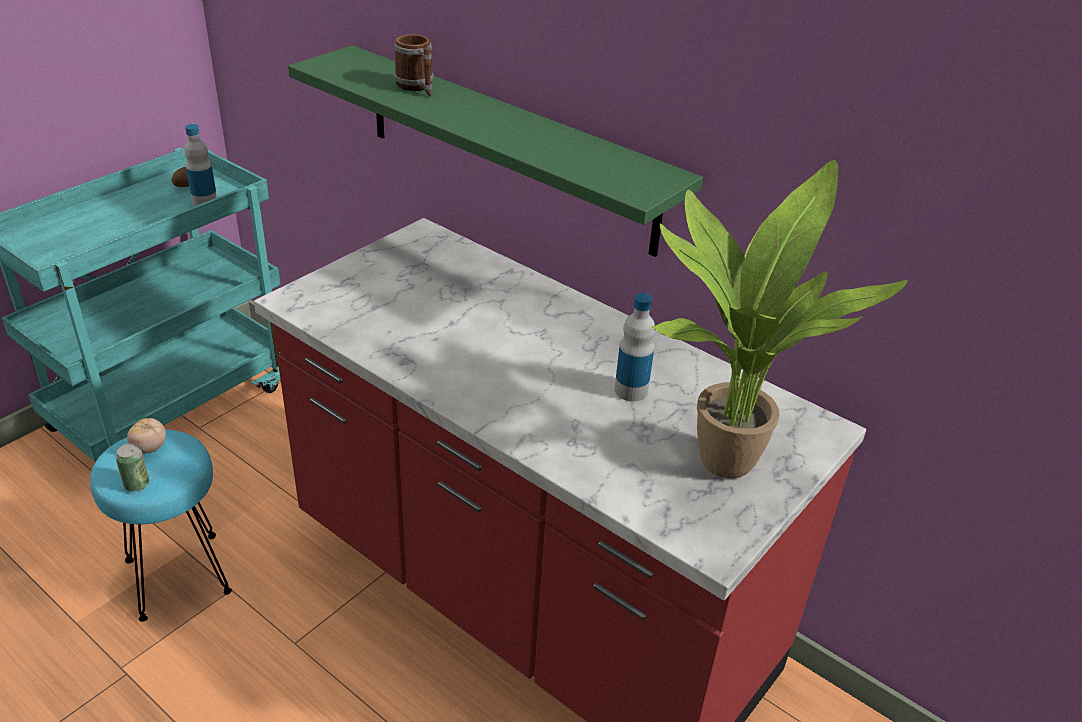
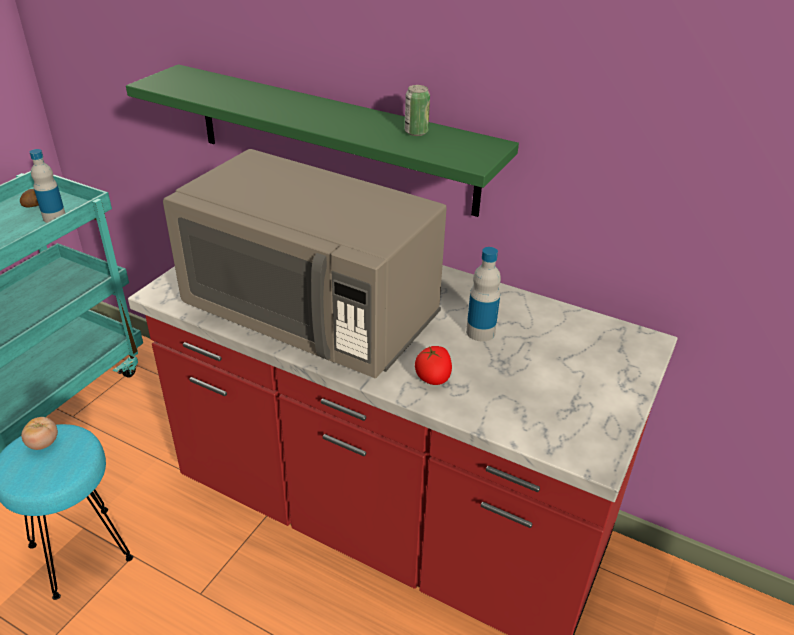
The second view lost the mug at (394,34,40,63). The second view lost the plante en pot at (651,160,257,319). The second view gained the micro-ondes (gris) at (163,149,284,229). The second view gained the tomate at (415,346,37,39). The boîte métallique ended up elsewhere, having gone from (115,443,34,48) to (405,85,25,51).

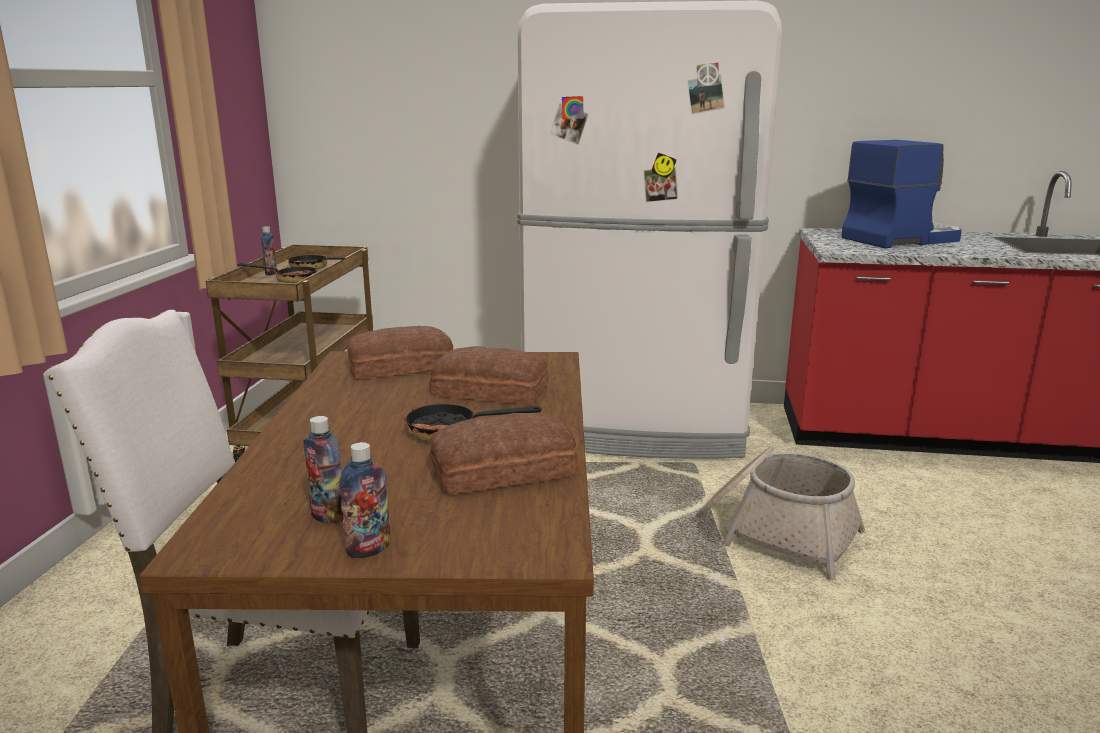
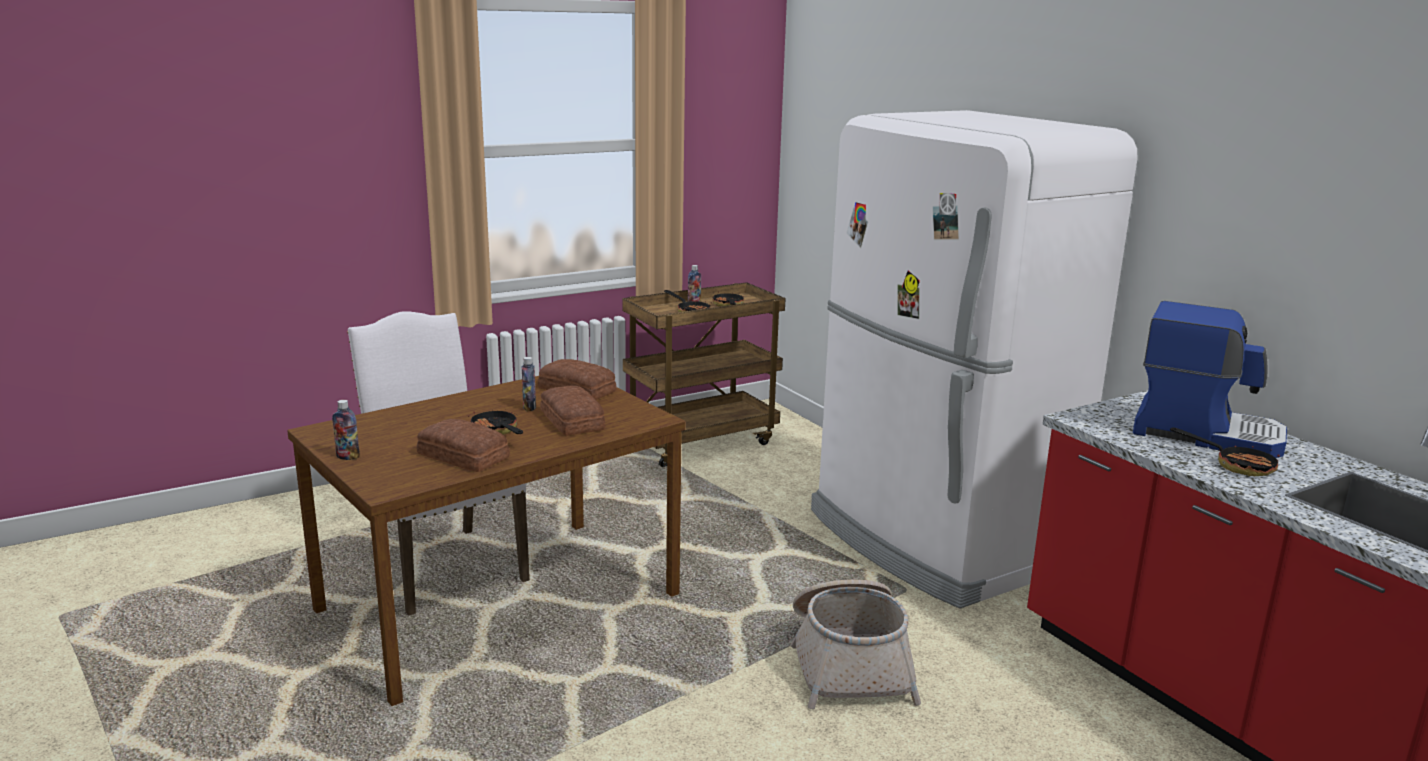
The second view gained the poêle at (1170,428,110,48). The bouteille ended up elsewhere, having gone from (303,416,40,108) to (522,357,14,54).

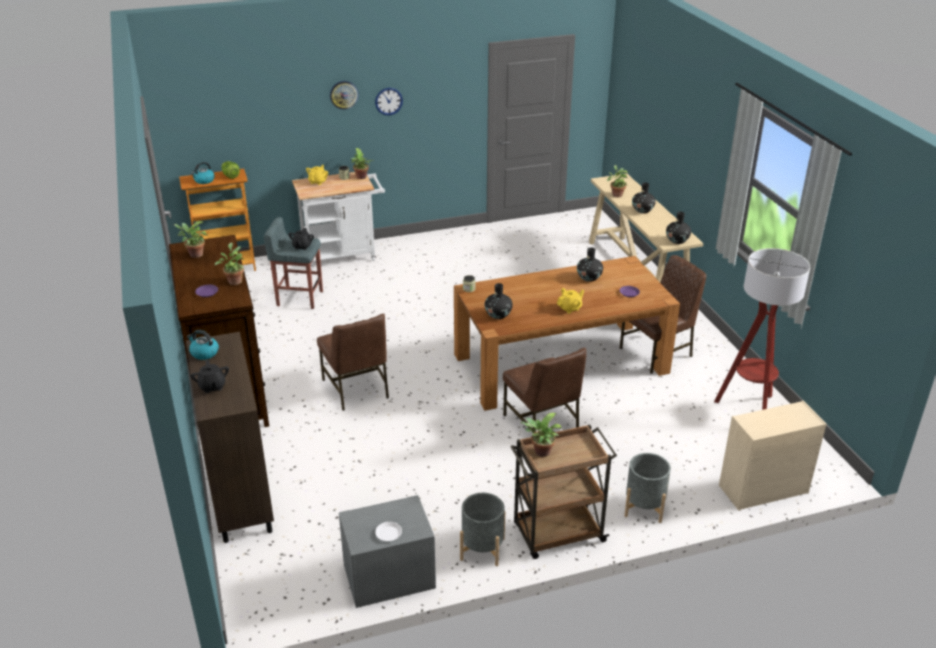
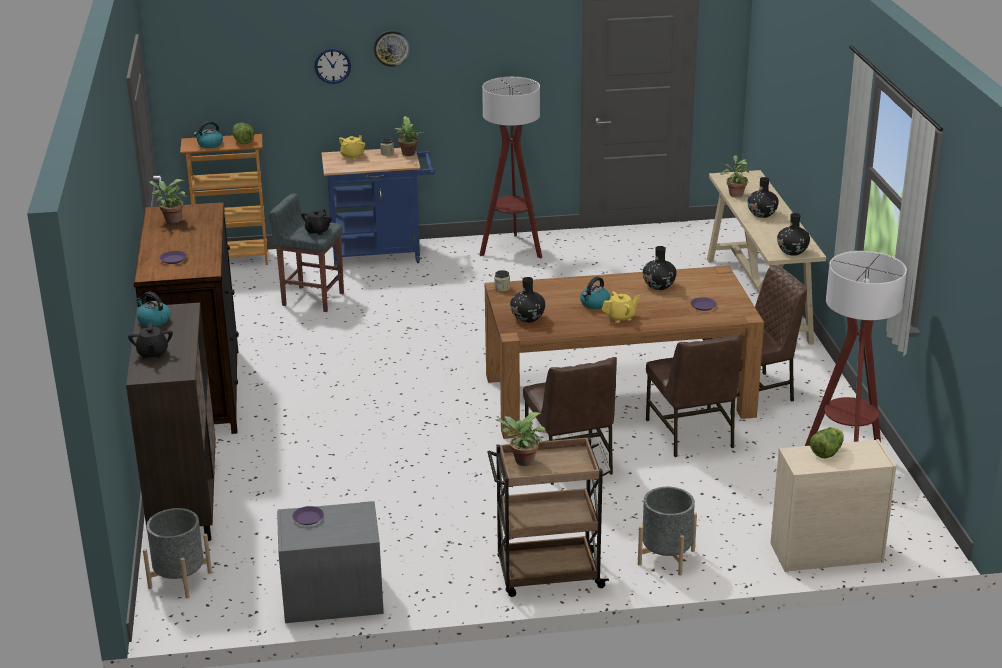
The second view lost the plante en pot at (214,243,30,42). The second view lost the assiette (blanc) at (375,522,27,19). The second view gained the assiette (violet) at (292,506,32,19). The second view gained the lampadaire at (480,77,62,181). The second view gained the bouilloire at (580,277,30,32). The second view gained the laitue at (810,428,34,31). The chaise (marron) ended up elsewhere, having gone from (317,314,72,97) to (646,333,97,124). The horloge murale ended up elsewhere, having gone from (375,88,28,27) to (314,48,37,36). The cache-pot (gris) ended up elsewhere, having gone from (460,493,45,73) to (143,508,69,90). What was the chariot (blanc) at (292,172,93,99) turned into the chariot (bleu) at (322,148,113,119).

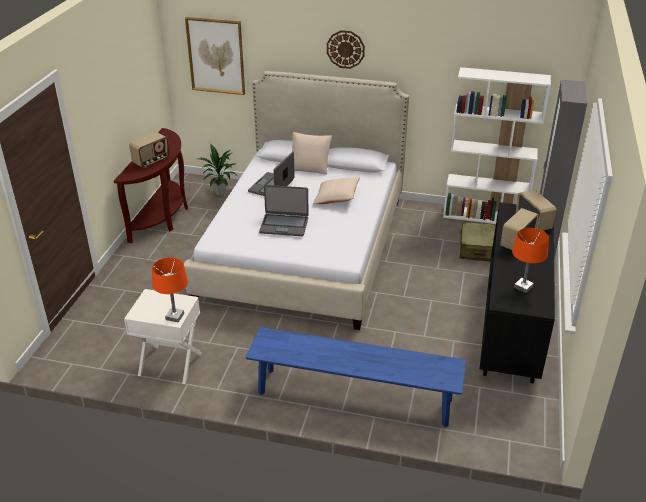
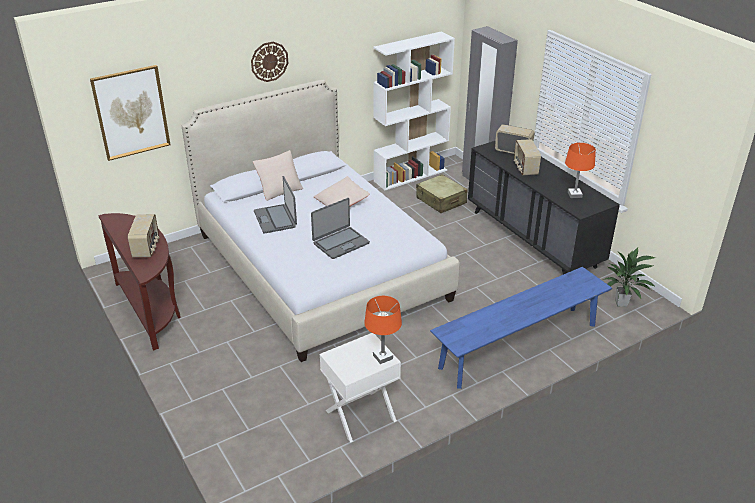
The plante en pot ended up elsewhere, having gone from (197,143,41,53) to (605,248,51,59).

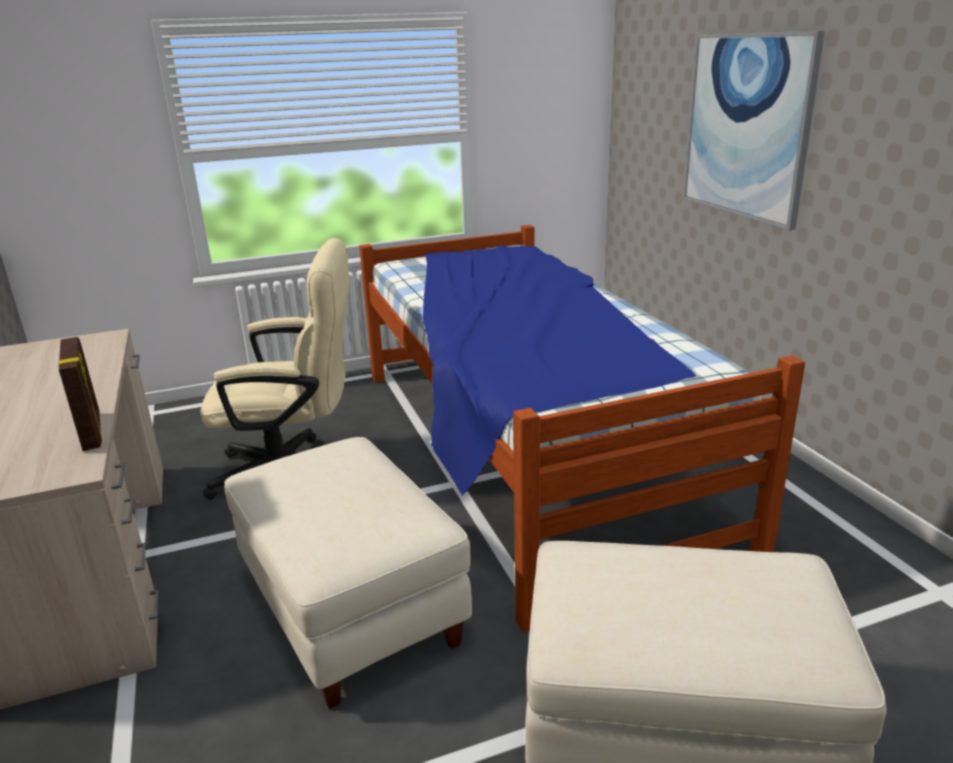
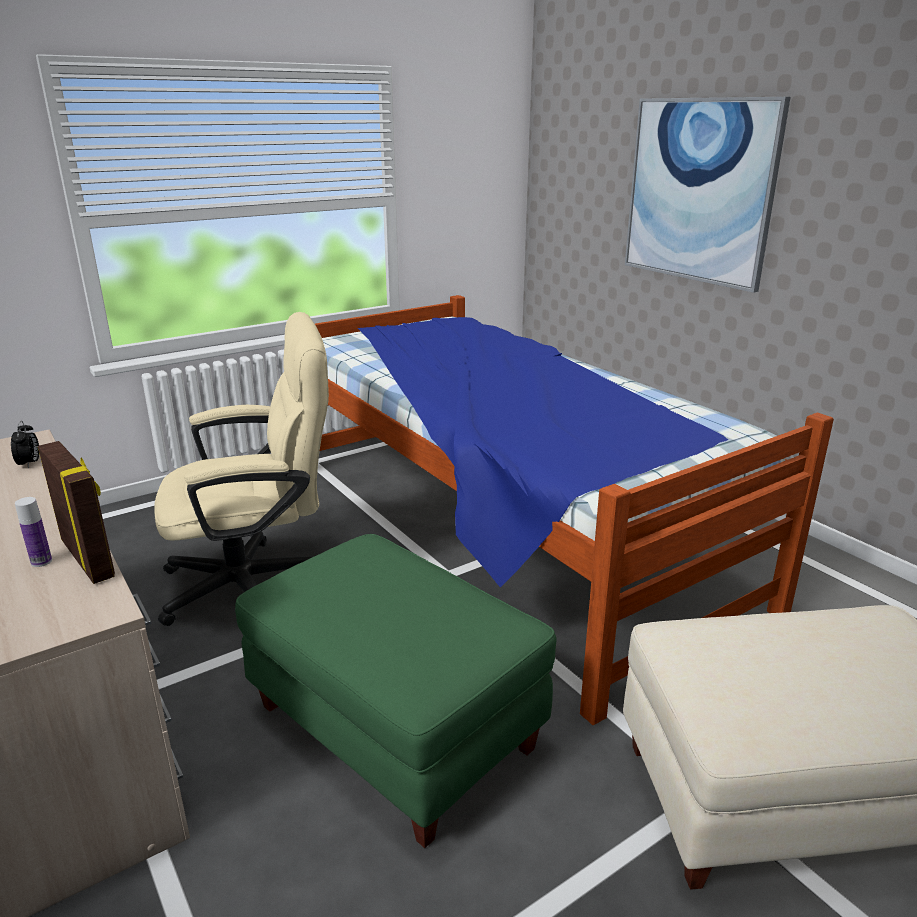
The second view gained the réveil at (11,421,28,48). The second view gained the bouteille at (15,497,37,70). What was the pouf (beige) at (224,437,248,272) turned into the pouf (vert) at (235,534,321,314).

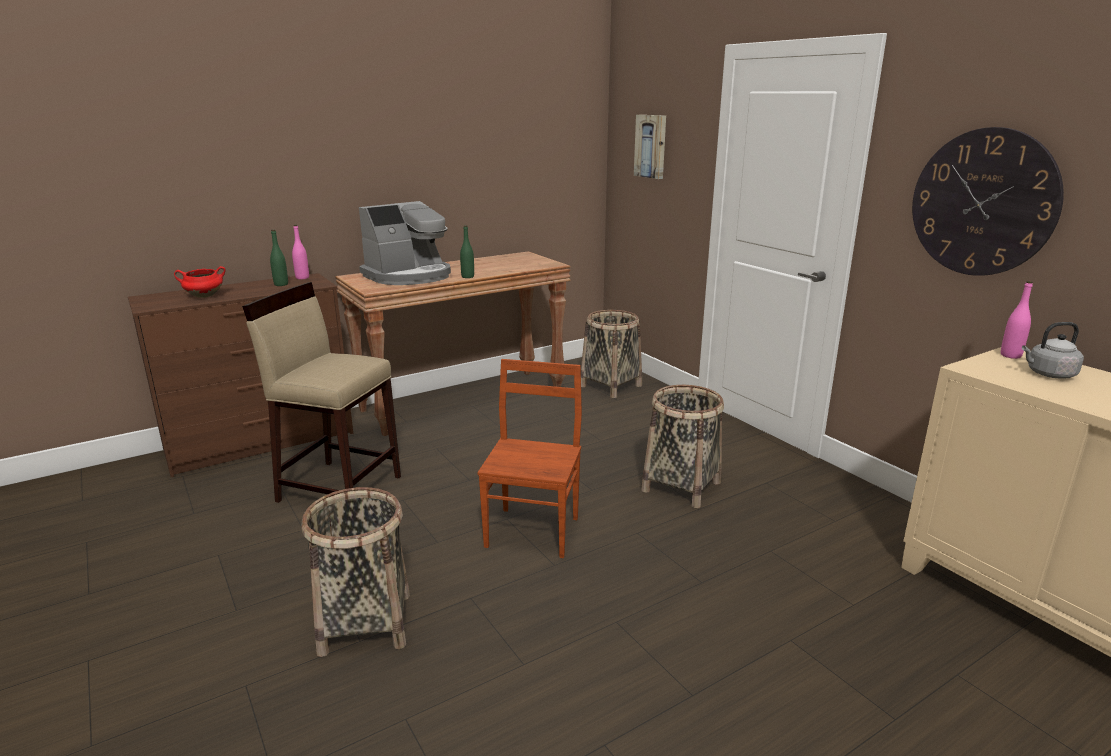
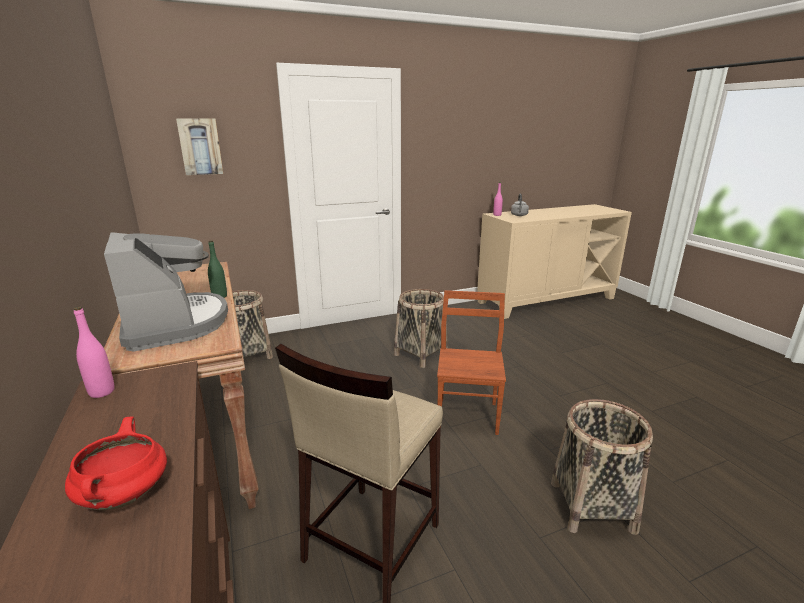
The second view lost the bouteille (vert) at (270,230,18,56). The second view lost the horloge murale at (912,127,152,149). The chaise (marron) at (477,359,105,199) ended up facing another way, 75 degrees clockwise from before.

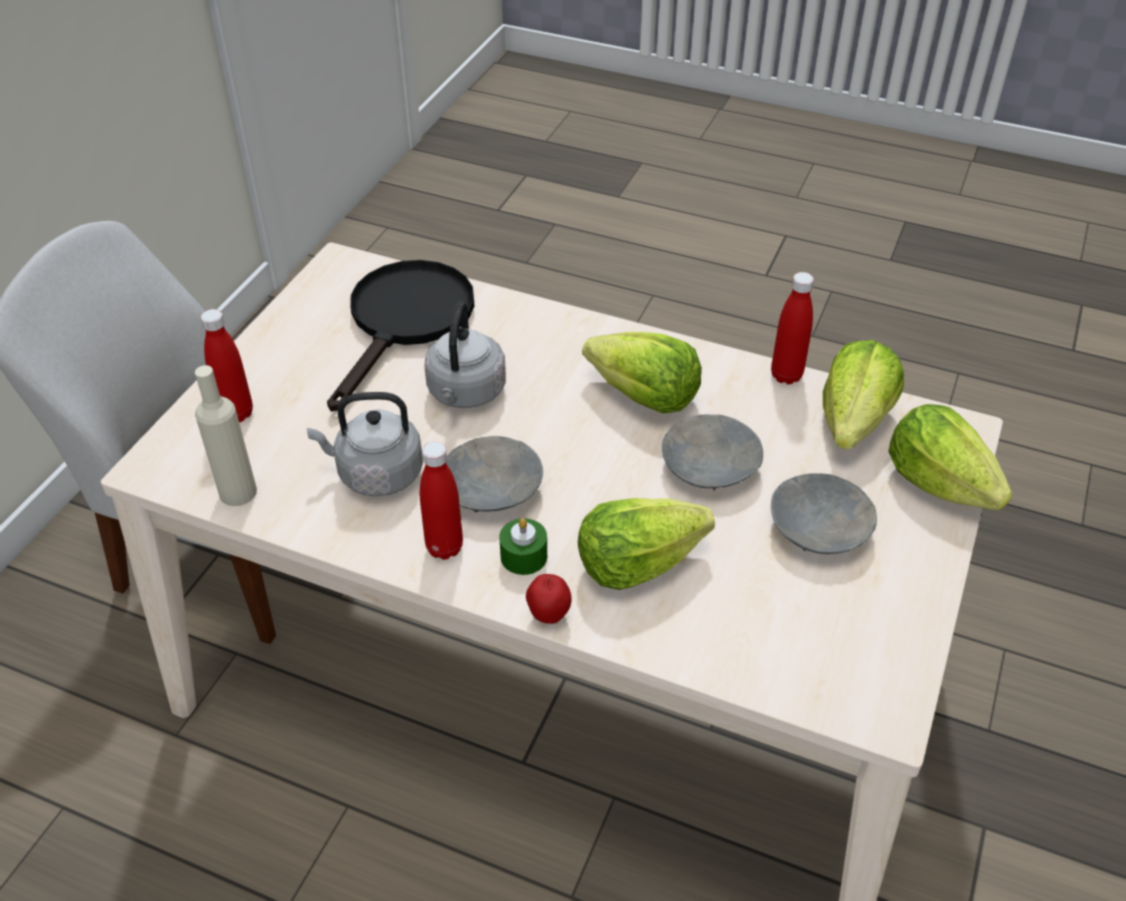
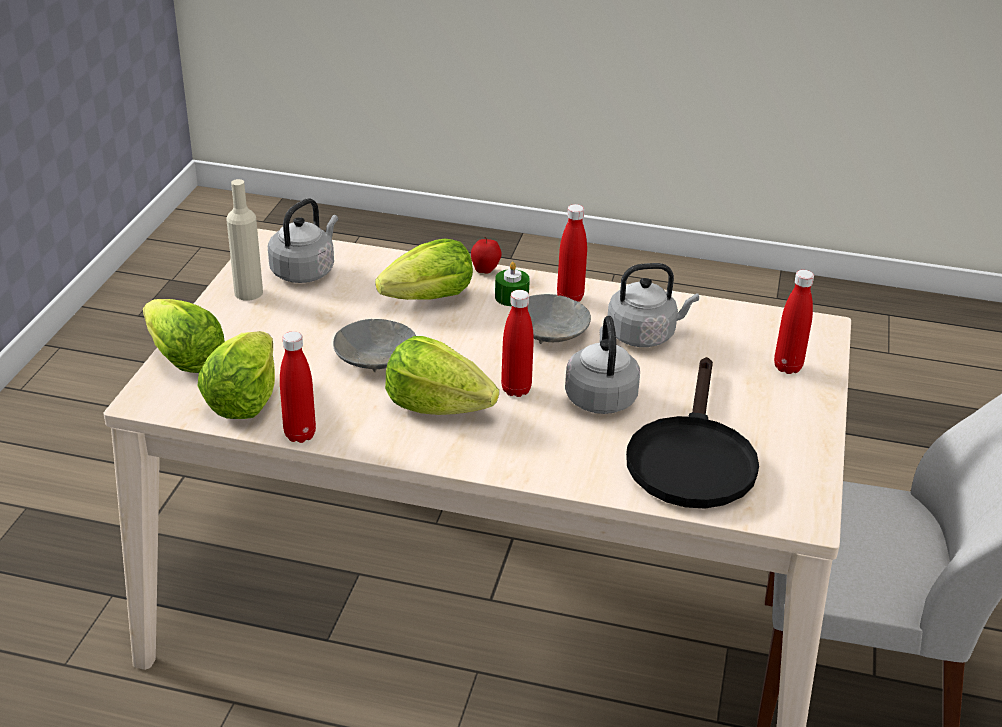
The second view lost the bol (gris) at (771,473,106,81). The second view gained the bouilloire (gris) at (268,198,70,85). The second view gained the bouteille (rouge) at (501,290,33,107). The bouteille (beige) ended up elsewhere, having gone from (195,365,62,141) to (226,179,37,122).

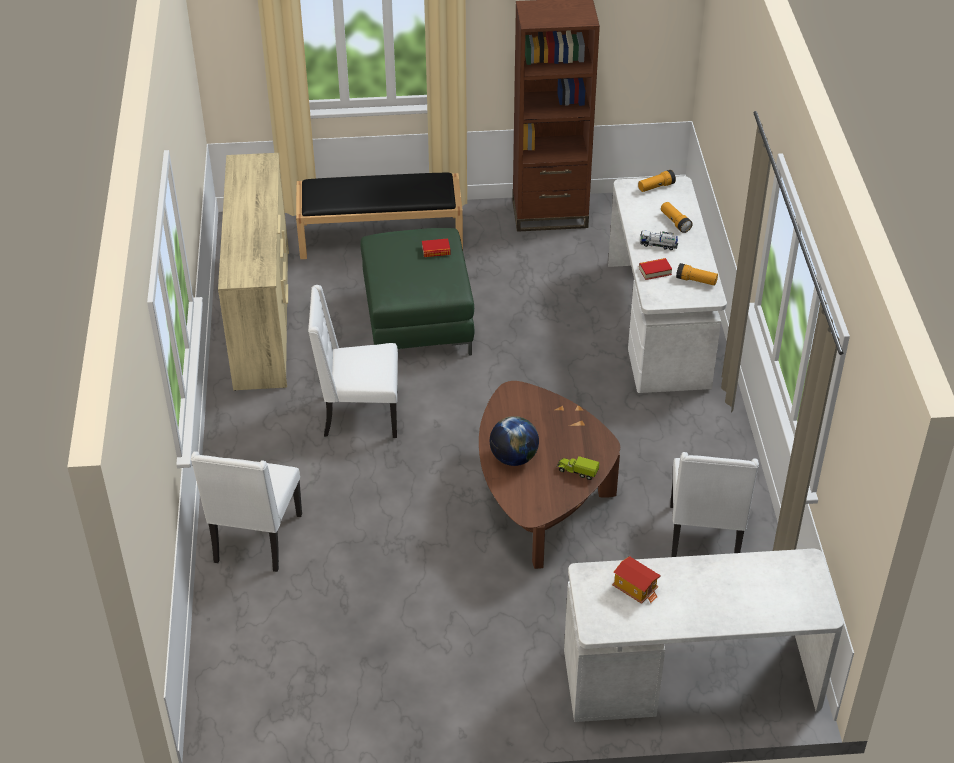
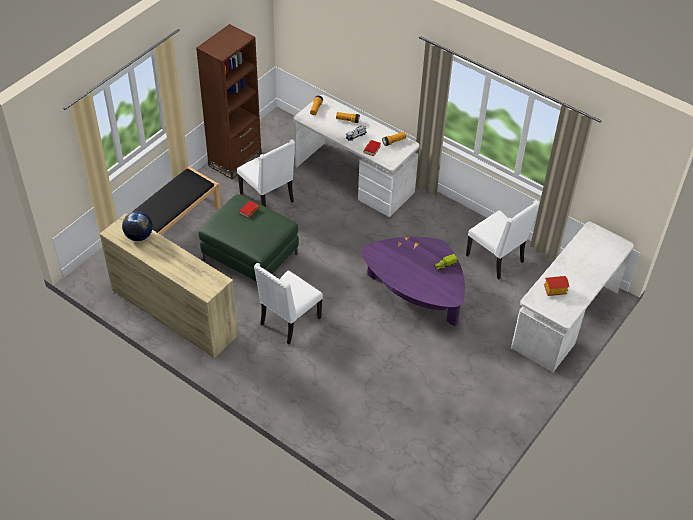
The chaise (blanc) ended up elsewhere, having gone from (191,451,111,121) to (237,139,58,68). The globe ended up elsewhere, having gone from (490,416,49,50) to (122,211,31,30). What was the table basse (marron) at (479,381,141,188) turned into the table basse (violet) at (361,237,104,89).

